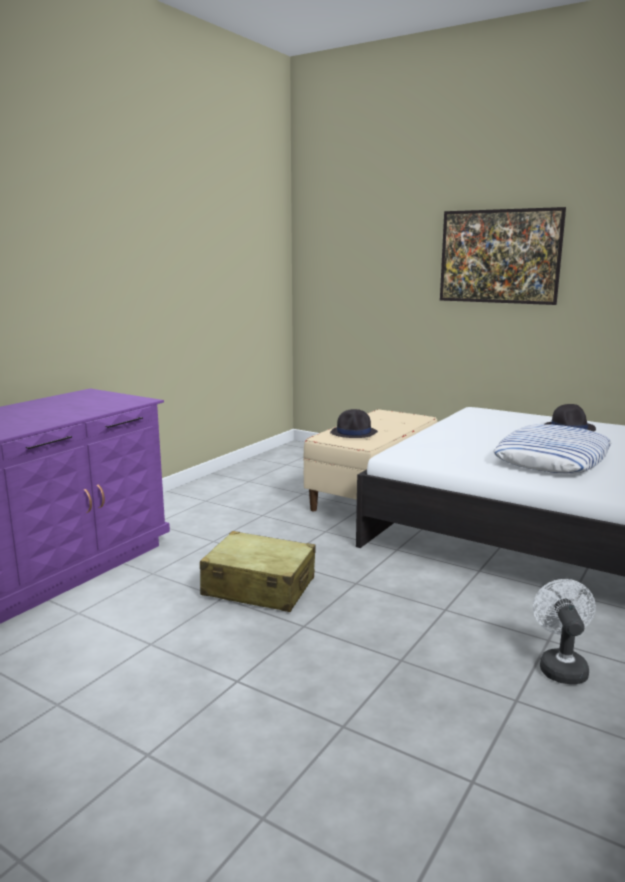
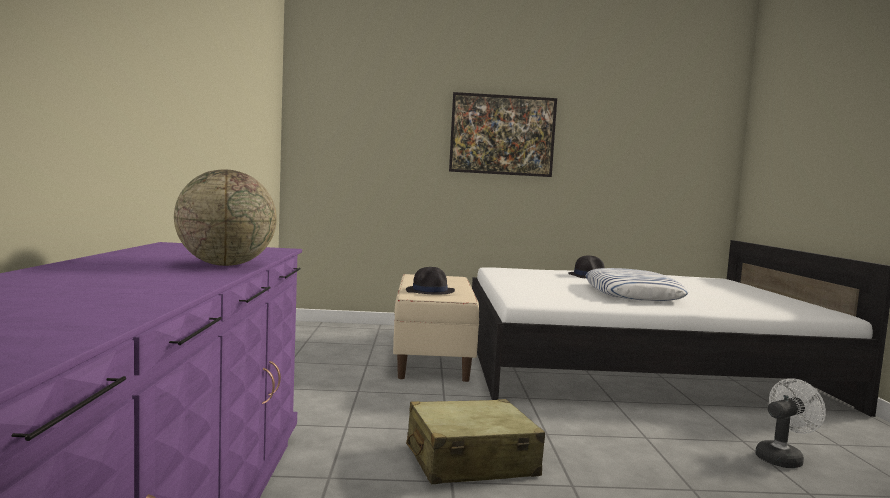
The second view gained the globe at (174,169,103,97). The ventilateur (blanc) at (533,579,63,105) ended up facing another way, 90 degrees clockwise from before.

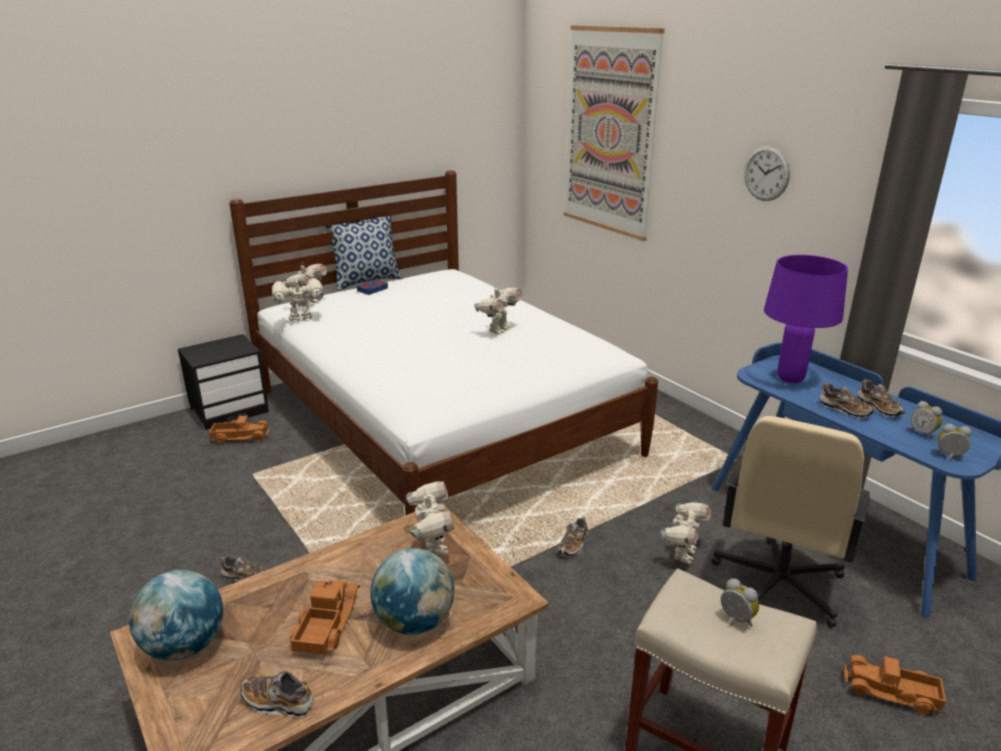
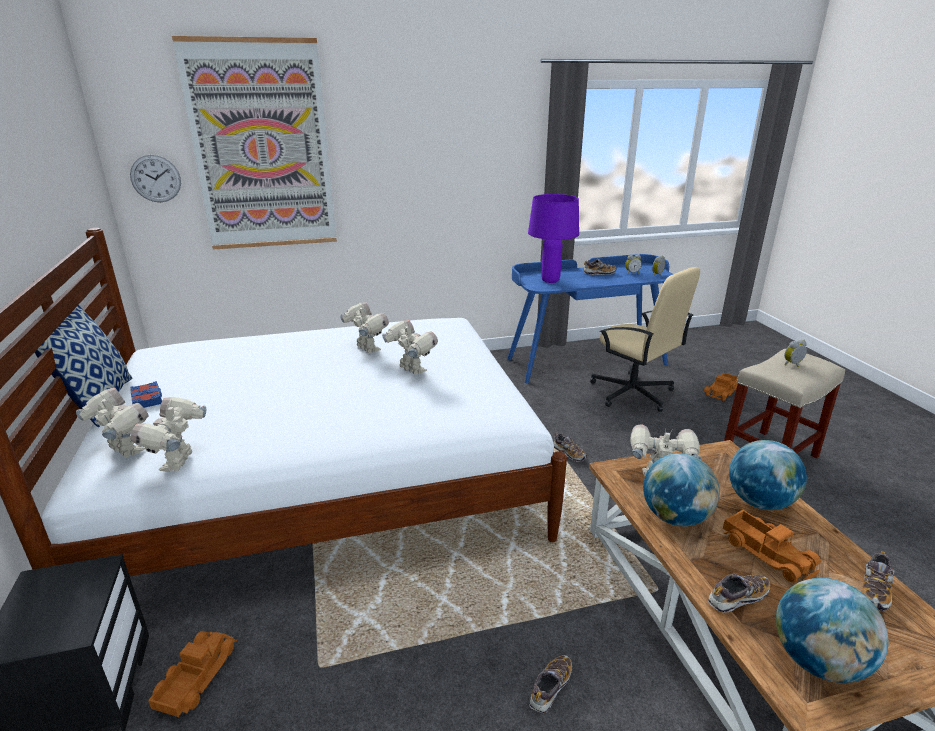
The second view gained the globe at (643,453,77,74). The robot jouet ended up elsewhere, having gone from (660,502,51,62) to (382,320,56,55). The horloge murale ended up elsewhere, having gone from (744,146,46,55) to (130,155,51,47). The chaussure ended up elsewhere, having gone from (820,383,54,36) to (708,573,62,40). The camion jouet at (289,580,71,75) ended up facing another way, 150 degrees counterclockwise from before.

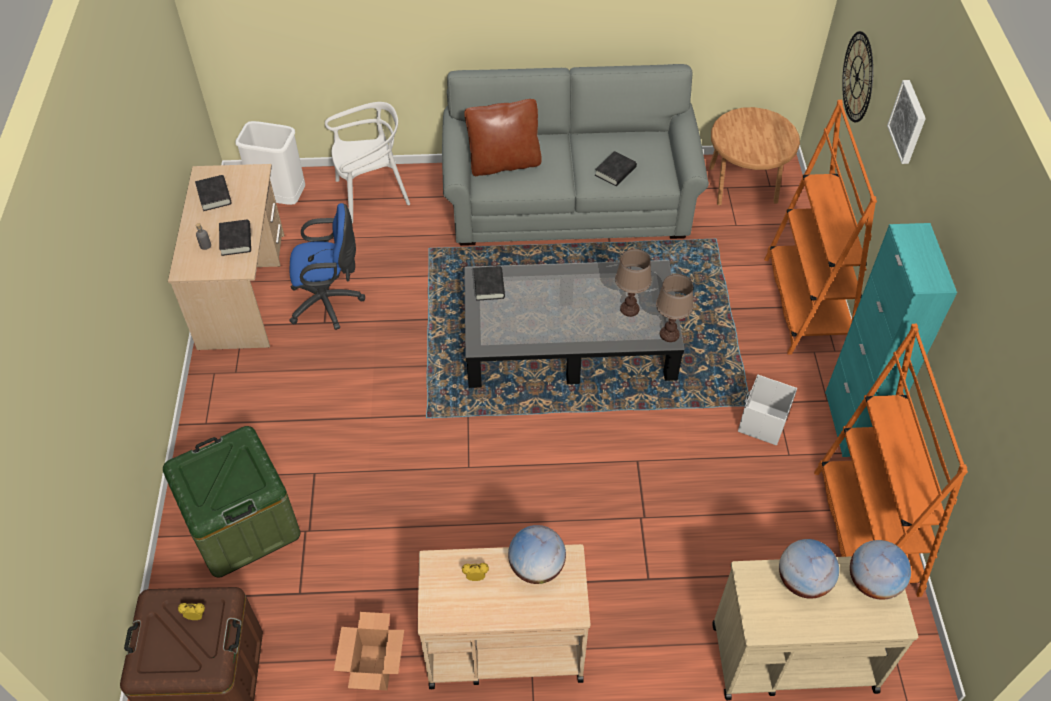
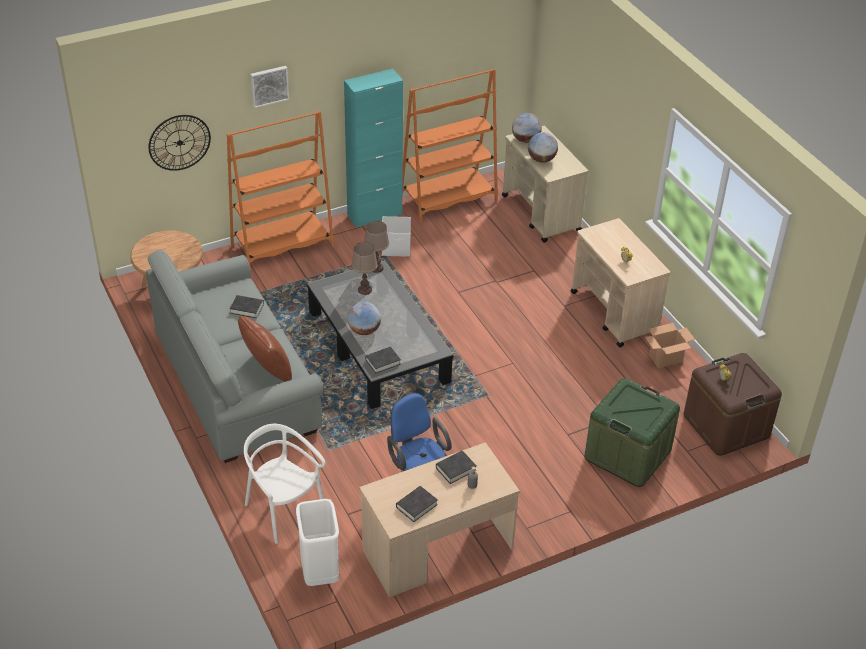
The globe ended up elsewhere, having gone from (508,525,58,59) to (348,302,33,33).

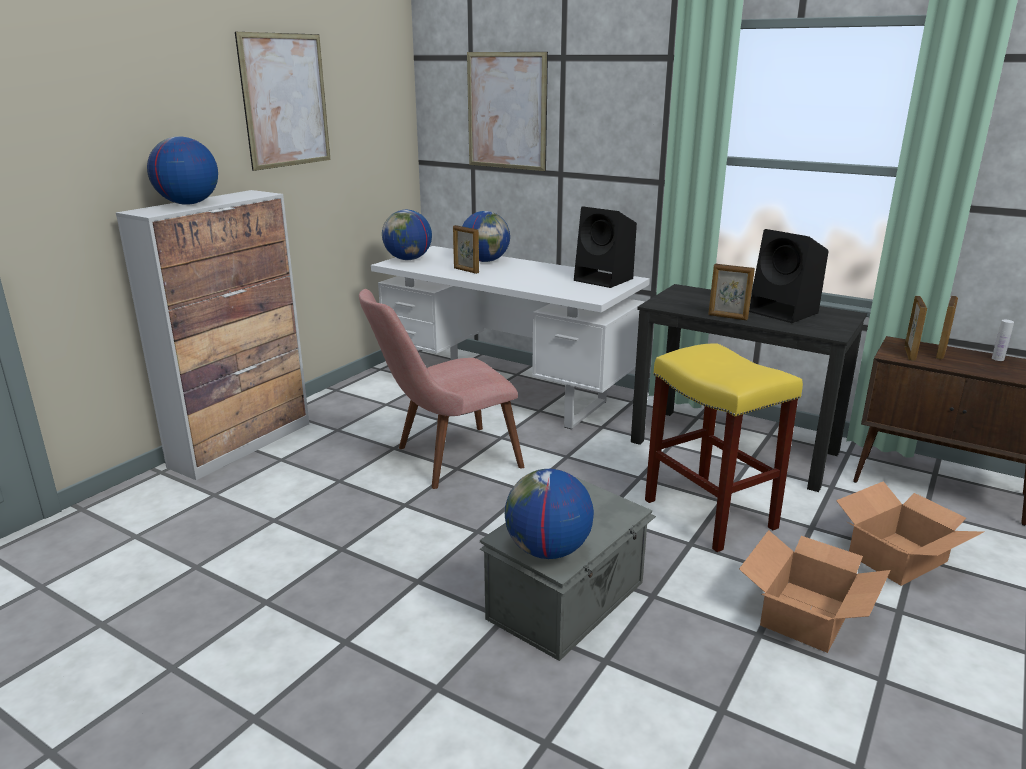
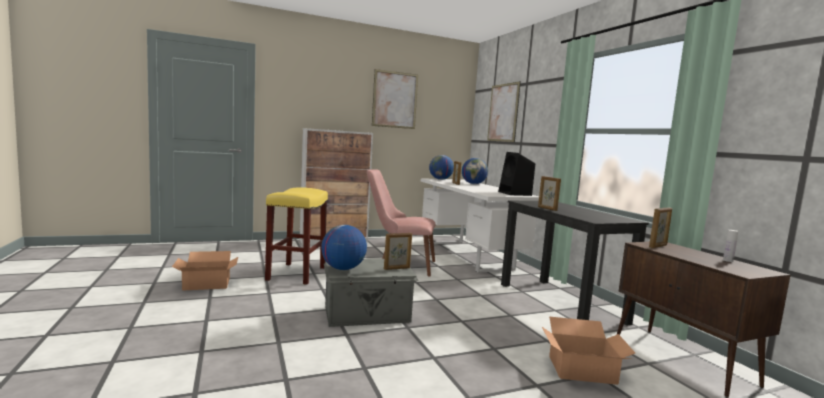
The second view lost the globe at (147,136,71,69). The second view lost the enceinte (noir) at (749,229,80,94). The tabouret (jaune) ended up elsewhere, having gone from (645,343,158,209) to (265,187,63,98). The carton ended up elsewhere, having gone from (739,530,152,123) to (172,251,66,40). The cadre photo ended up elsewhere, having gone from (936,296,22,63) to (384,233,28,37).

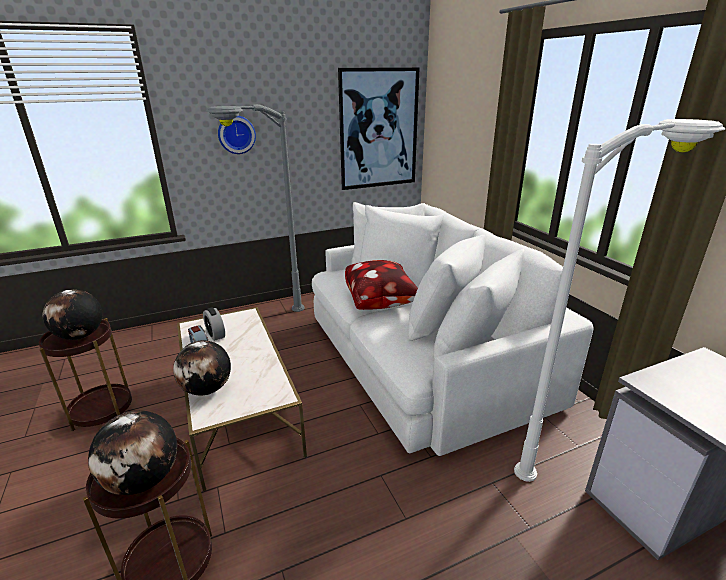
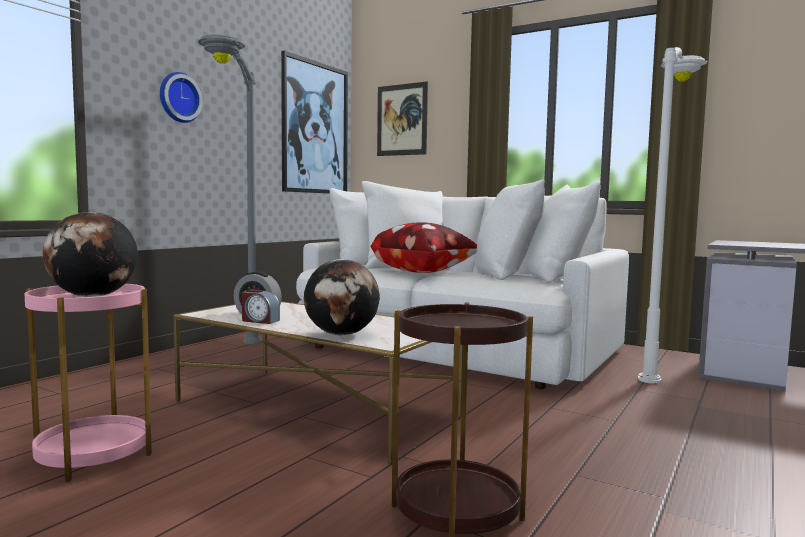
The second view lost the globe at (88,411,90,84). The second view gained the tableau at (377,82,51,74). What was the table d'appoint (marron) at (39,318,93,113) turned into the table d'appoint (rose) at (25,284,127,198).

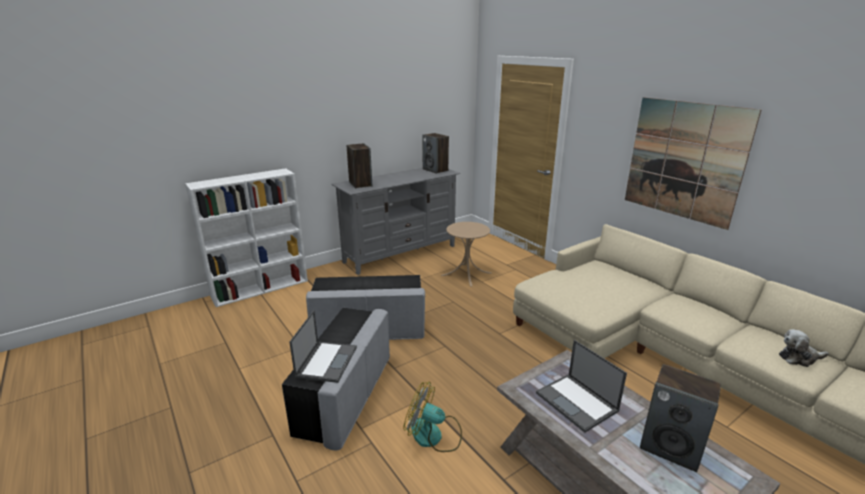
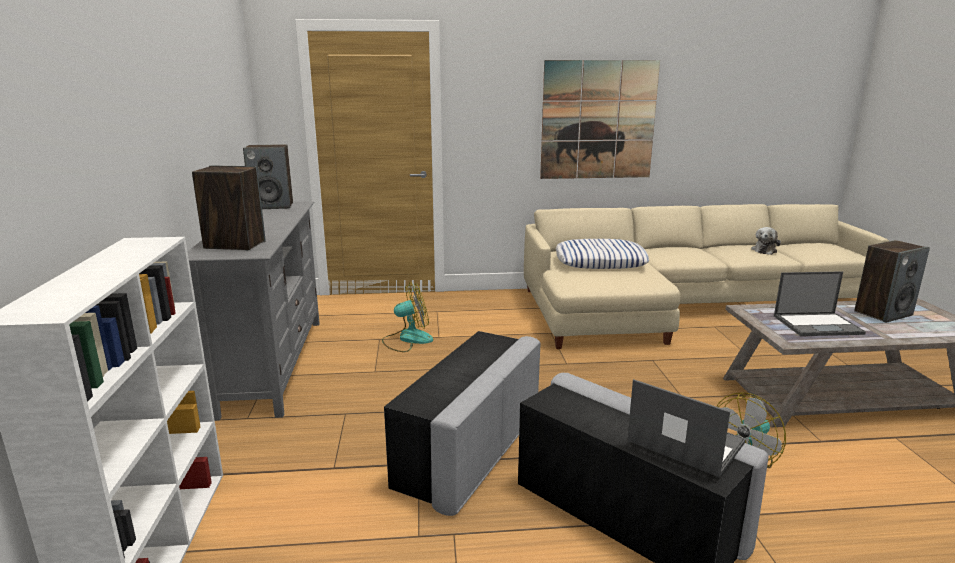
The second view gained the coussin at (555,239,94,30). Where the table d'appoint (beige) stood at (441,222,51,65), the ventilateur came to stand at (382,282,51,70).

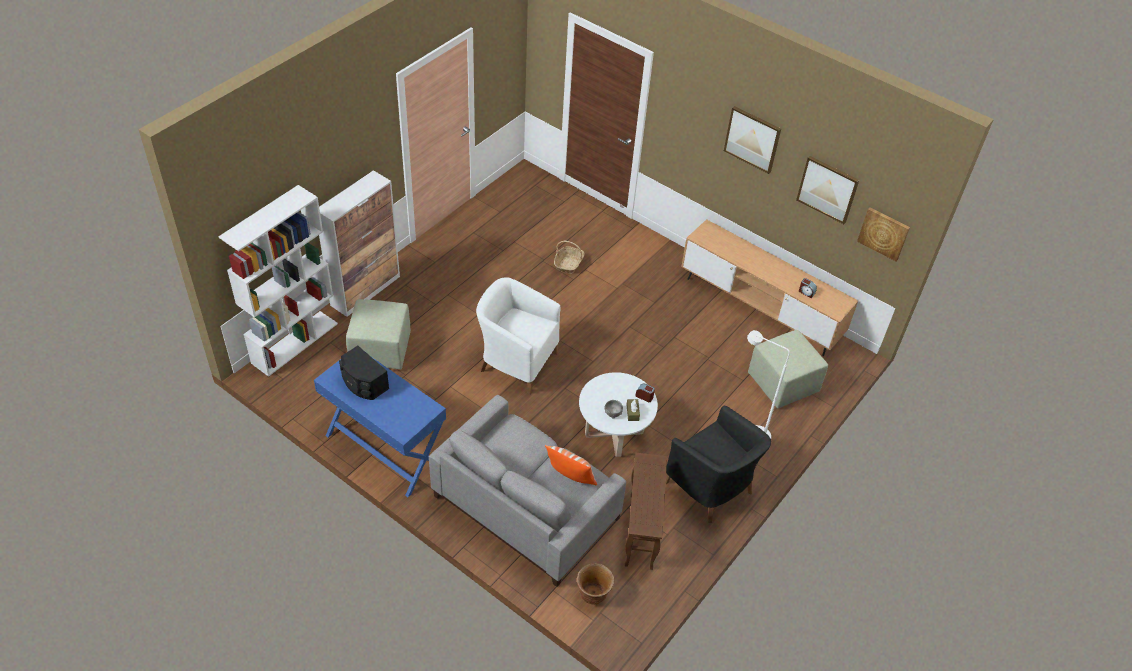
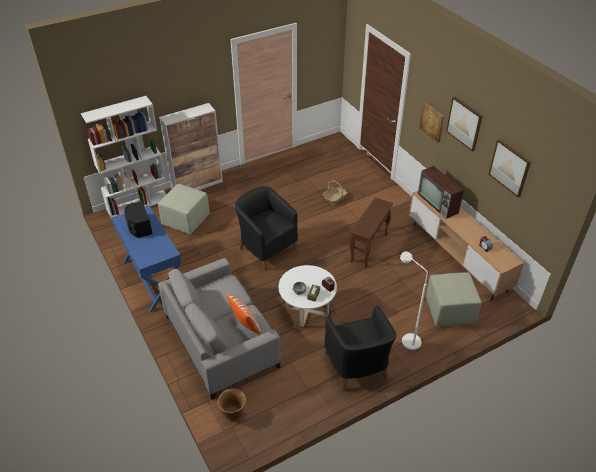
The second view gained the téléviseur at (418,166,46,53). The table d'appoint (marron) ended up elsewhere, having gone from (625,453,42,117) to (350,197,43,71). The tableau ended up elsewhere, having gone from (857,207,53,54) to (419,102,25,40). What was the fauteuil (blanc) at (476,277,85,117) turned into the fauteuil (noir) at (235,186,63,85).

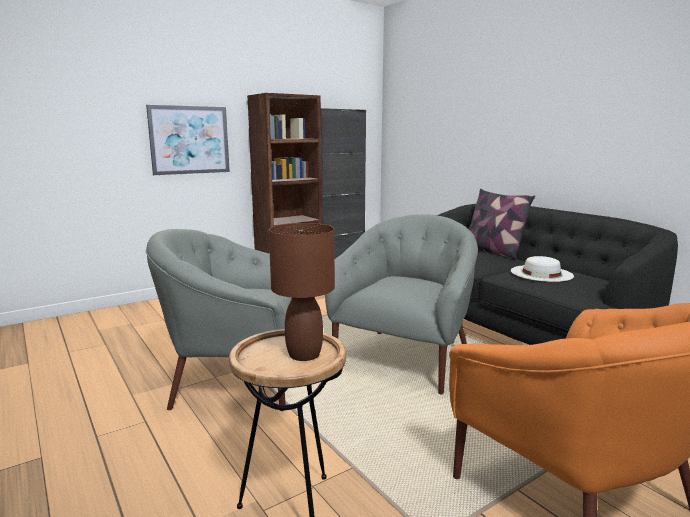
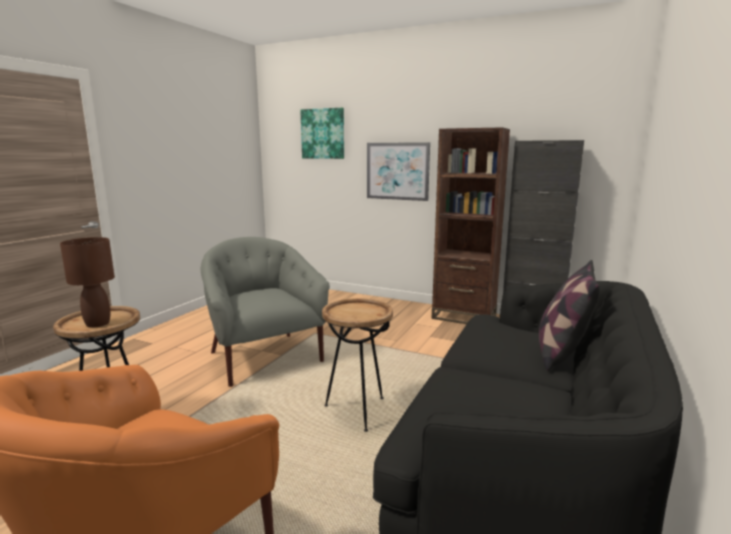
The second view lost the chapeau (blanc) at (511,256,63,26). The second view gained the tableau at (300,108,44,51). Where the fauteuil (gris) stood at (325,214,153,180), the table d'appoint (marron) came to stand at (322,298,71,134).

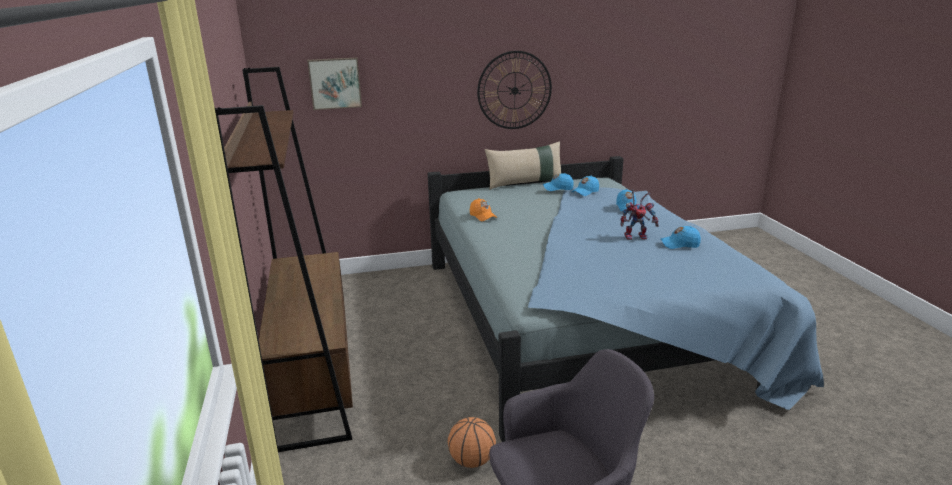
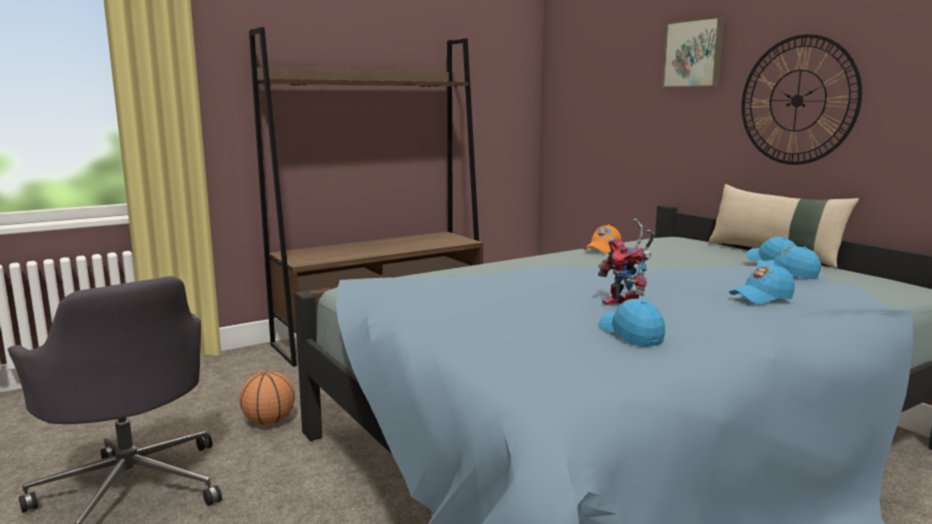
The tableau ended up elsewhere, having gone from (307,58,55,52) to (662,16,63,72).

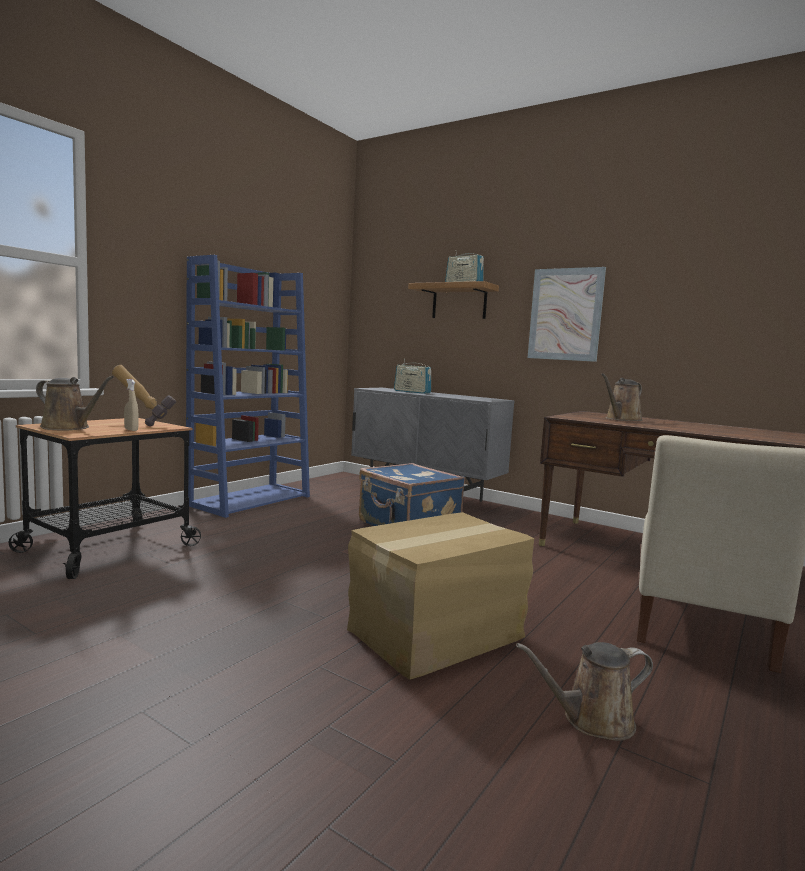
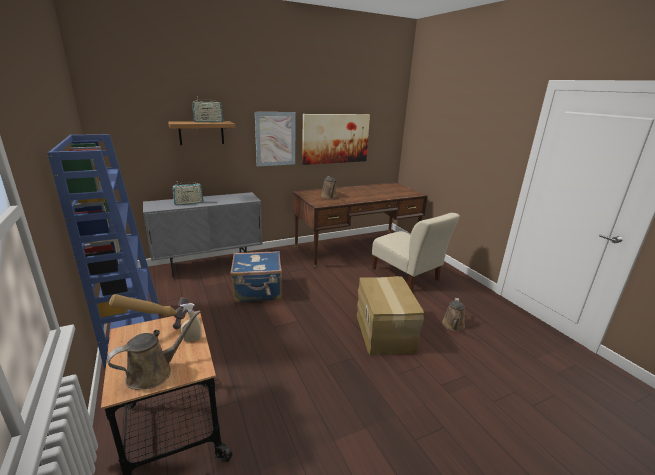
The second view gained the tableau at (302,114,68,51).

